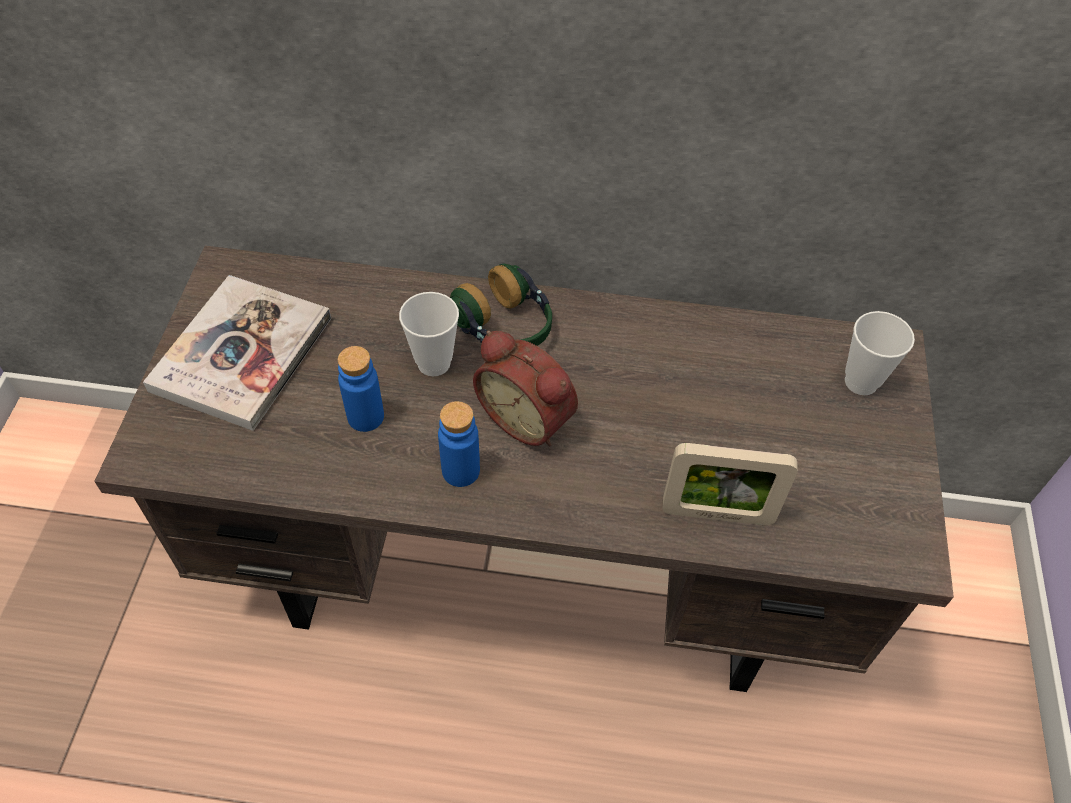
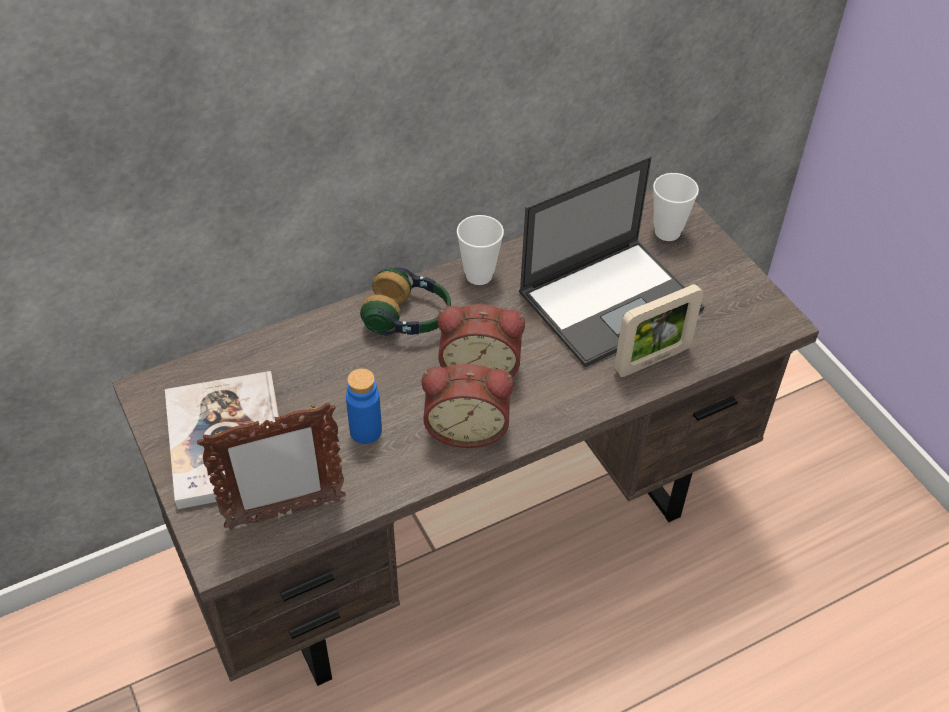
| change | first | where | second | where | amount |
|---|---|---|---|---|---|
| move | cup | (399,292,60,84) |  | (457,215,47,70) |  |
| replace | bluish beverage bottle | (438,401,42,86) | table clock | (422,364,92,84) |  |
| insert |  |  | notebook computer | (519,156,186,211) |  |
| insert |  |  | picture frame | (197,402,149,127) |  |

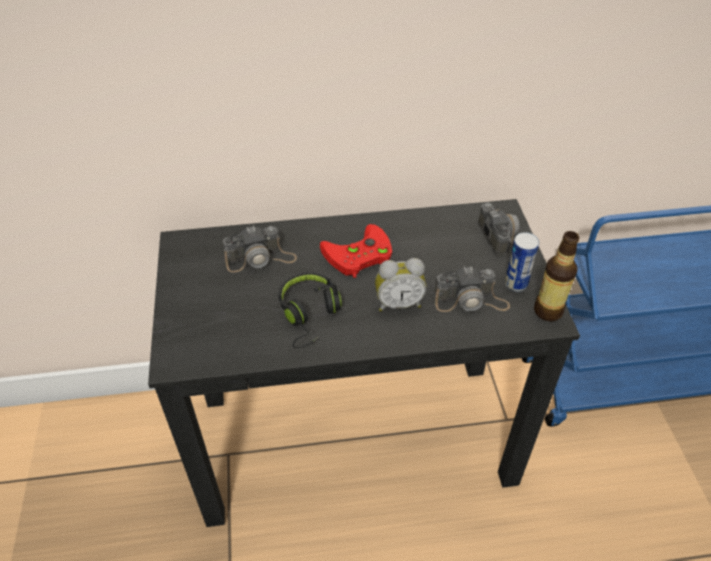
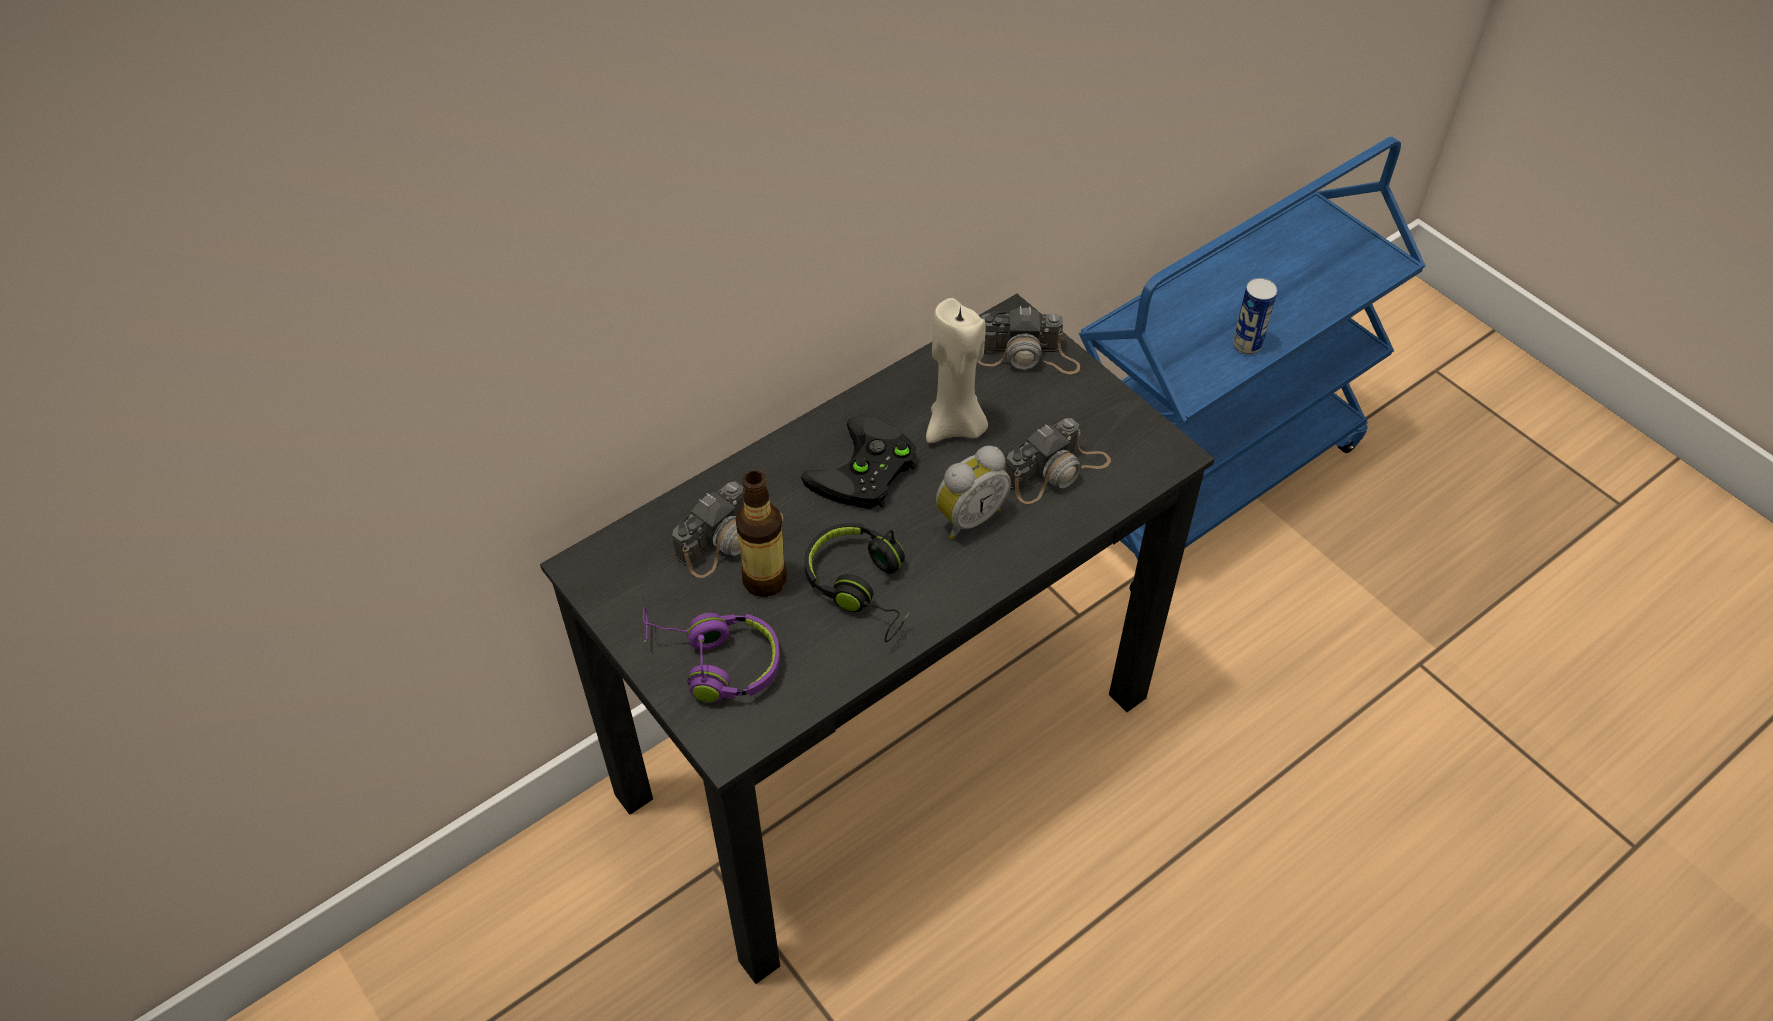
| change | first | where | second | where | amount |
|---|---|---|---|---|---|
| rotate | still camera | (478,202,42,54) |  | (978,306,102,68) | 135 degrees clockwise |
| recolor | red-coloured gamepad | (320,224,72,54) | blackish gamepad | (801,416,116,93) |  |
| move | beverage bottle | (534,231,45,90) |  | (735,471,52,126) |  |
| move | metal can | (505,232,34,60) |  | (1233,278,45,77) |  |
| insert |  |  | sand-coloured candle | (926,298,62,145) |  |
| insert |  |  | purple pair of headphones | (643,607,137,96) |  |

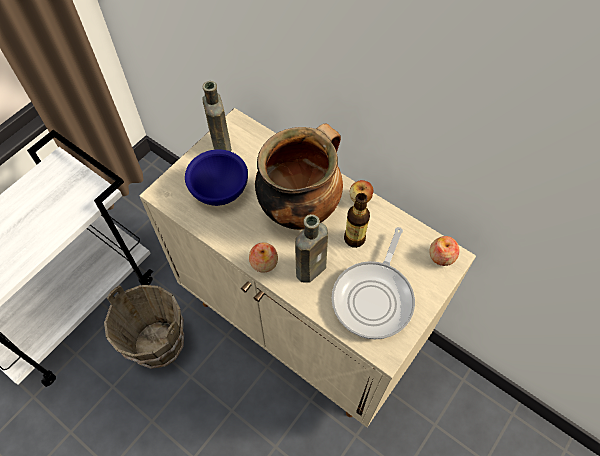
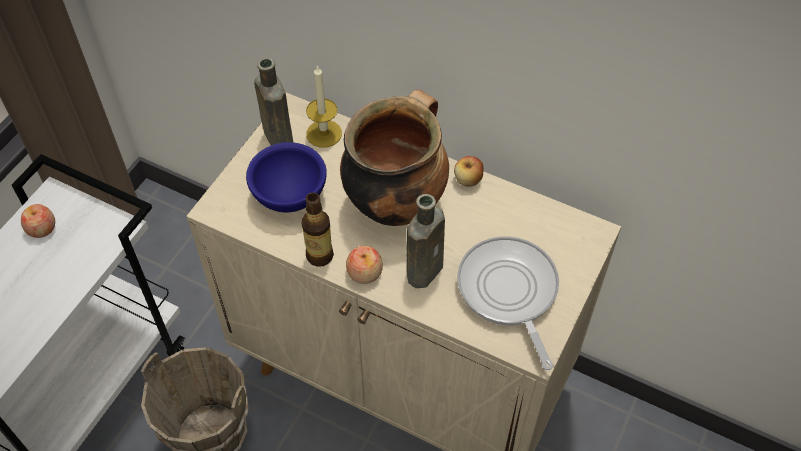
| change | first | where | second | where | amount |
|---|---|---|---|---|---|
| move | beverage bottle | (344,193,26,55) |  | (302,192,32,75) |  |
| rotate | skillet | (332,227,83,112) |  | (457,236,102,134) | 150 degrees clockwise |
| move | whole apple | (429,236,30,30) |  | (21,204,34,34) |  |
| insert |  |  | candle | (306,65,36,83) |  |

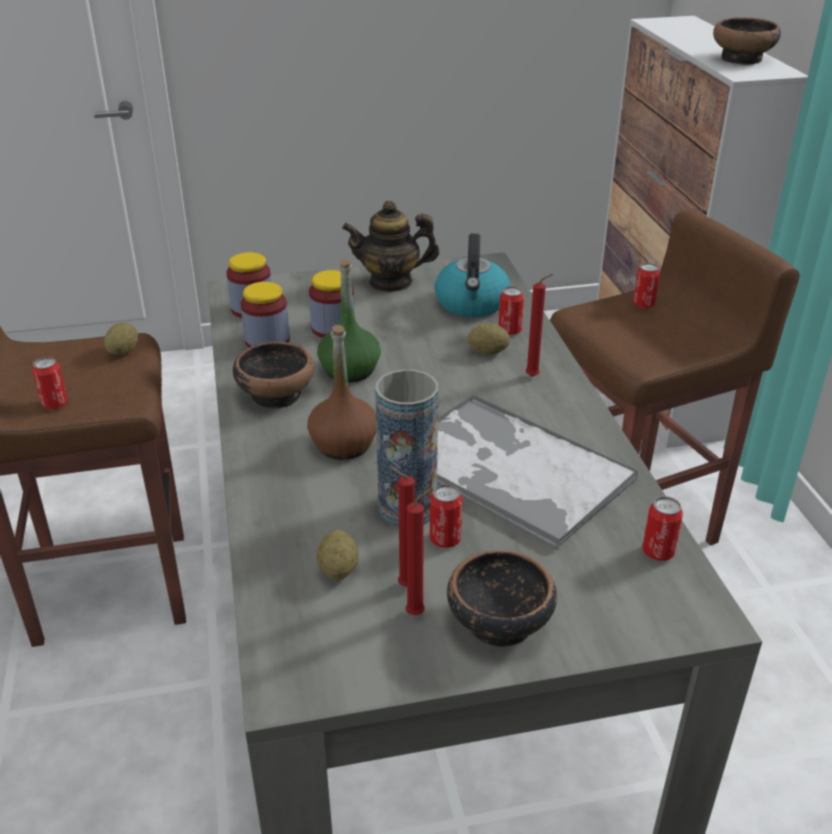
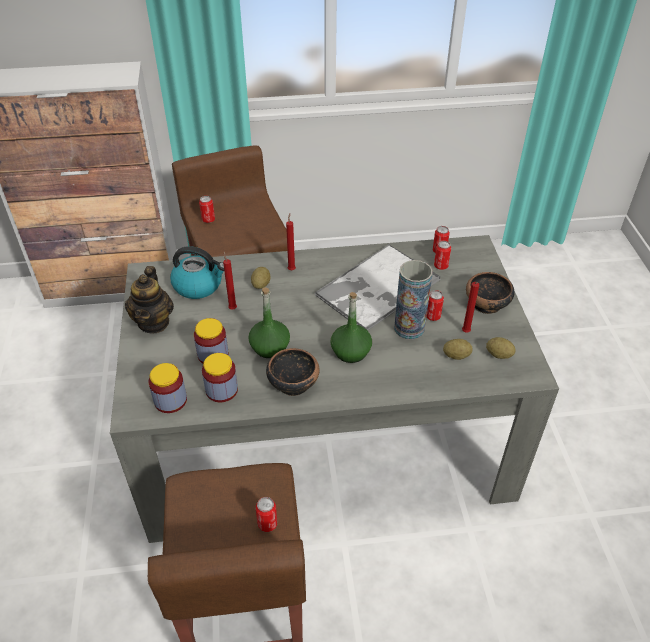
| change | first | where | second | where | amount |
|---|---|---|---|---|---|
| delete | serving bowl | (713,17,68,48) |  |  |  |
| move | metal can | (498,286,26,49) |  | (434,241,17,29) |  |
| move | whole potato | (104,322,34,33) |  | (486,337,30,22) |  |
| recolor | brownish beverage bottle | (307,325,69,135) | green beverage bottle | (330,292,42,71) |  |
| move | red-coloured candle | (406,489,25,126) |  | (223,252,14,58) |  |

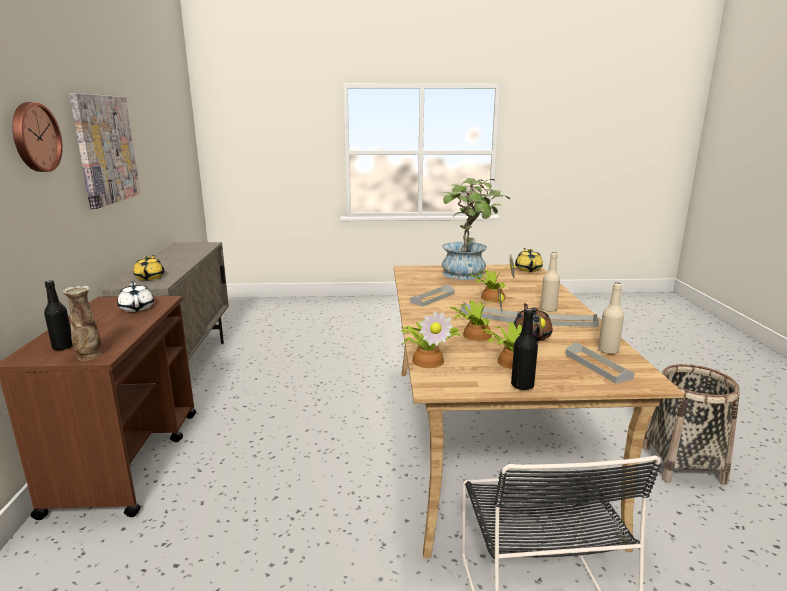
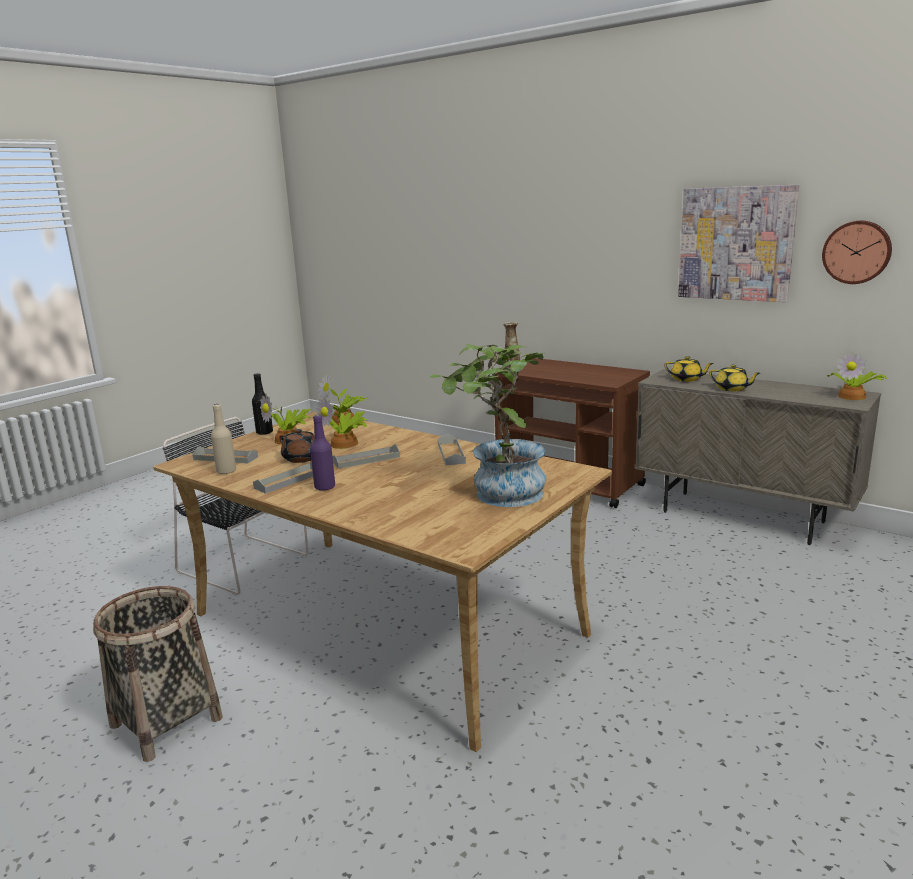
| change | first | where | second | where | amount |
|---|---|---|---|---|---|
| move | hanging clock | (12,102,51,70) |  | (822,221,70,63) |  |
| move | yellow tea pot | (515,248,28,24) |  | (709,364,51,27) |  |
| recolor | sand-coloured beverage bottle | (540,252,20,60) | purple beverage bottle | (310,415,25,76) |  |
| move | potted plant | (470,257,46,45) |  | (827,352,60,48) |  |
| delete | blackish beverage bottle | (44,280,29,71) |  |  |  |
| delete | whitish tea pot | (117,281,37,31) |  |  |  |

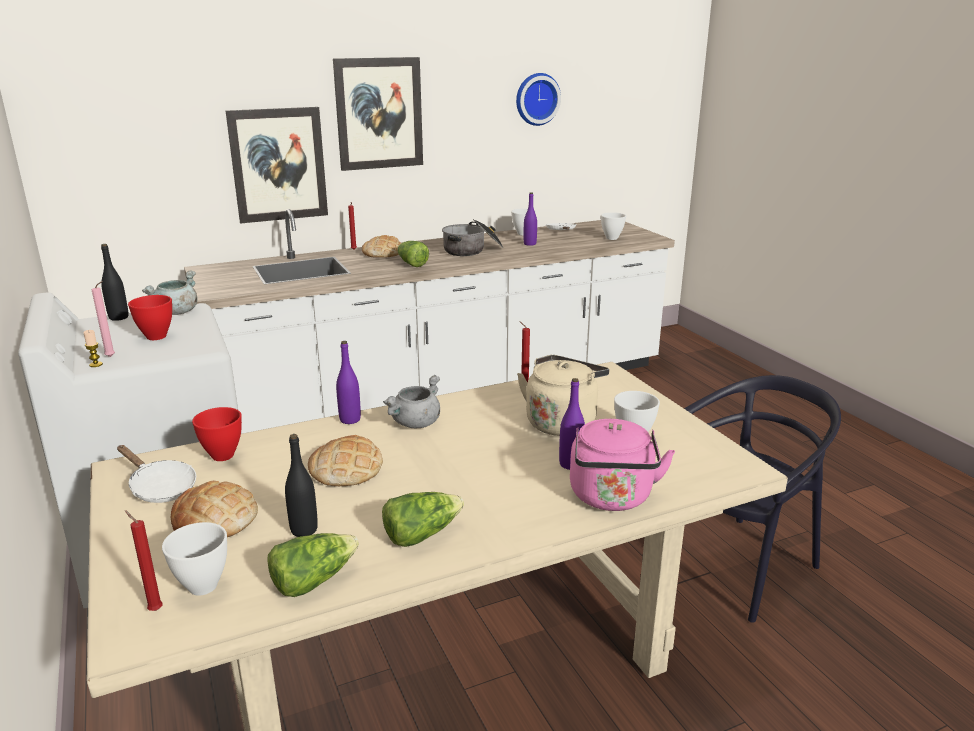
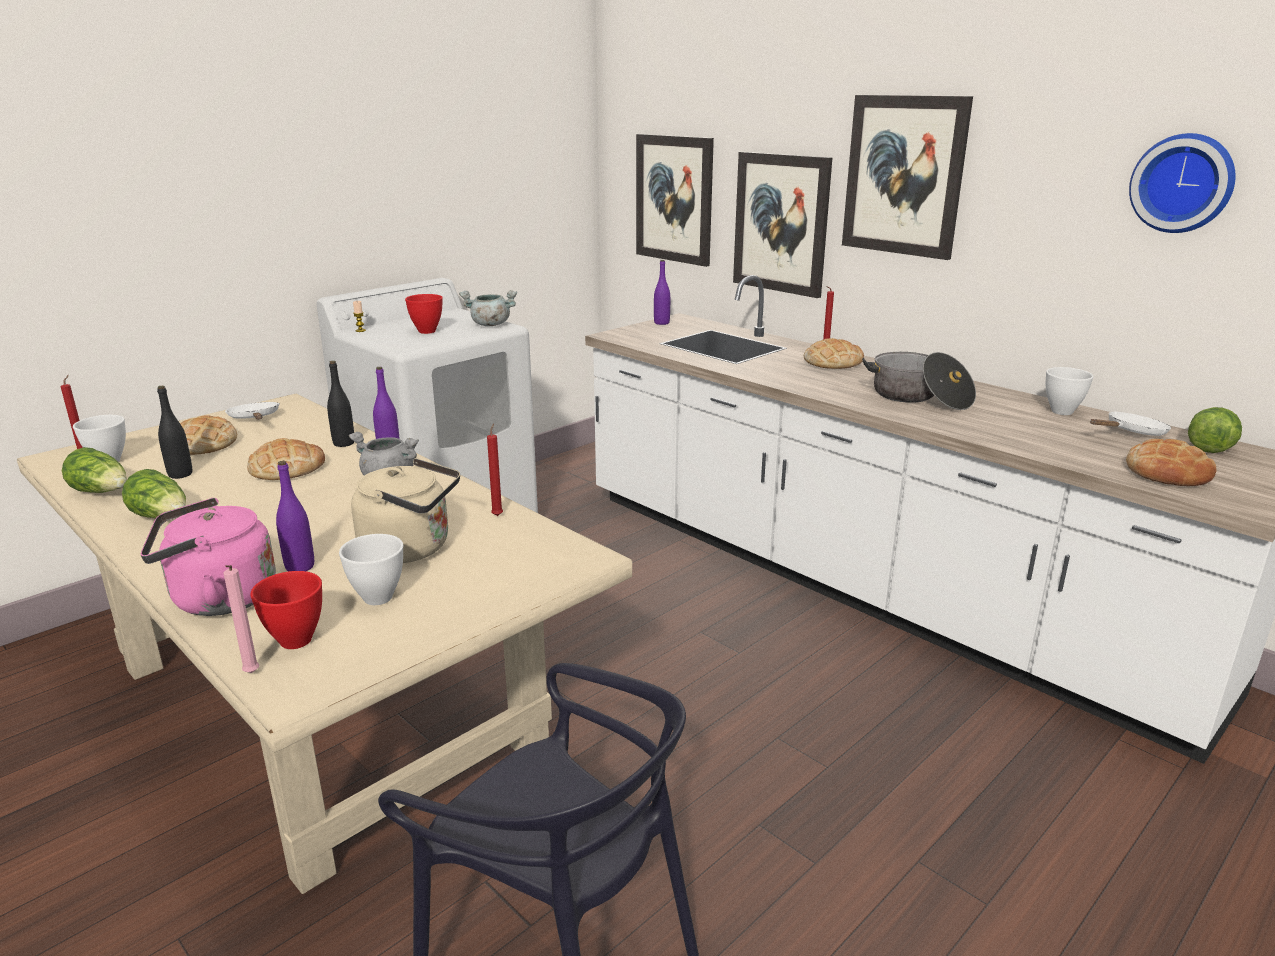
| change | first | where | second | where | amount |
|---|---|---|---|---|---|
| move | purple beverage bottle | (524,192,13,54) |  | (654,260,16,65) |  |
| replace | whitish serving bowl | (601,212,25,28) | bakery bread | (1126,439,91,47) |  |
| move | lettuce | (398,241,31,26) |  | (1188,407,54,46) |  |
| move | blackish beverage bottle | (101,244,28,77) |  | (327,361,27,86) |  |
| move | pinkish candle | (91,281,24,76) |  | (224,565,35,108) |  |
| move | red-coloured serving bowl | (192,407,50,54) |  | (250,571,72,78) |  |
| rotate | whitish skillet | (117,445,79,58) |  | (225,402,55,18) | 135 degrees clockwise |
| insert |  |  | picture | (636,134,78,133) |  |

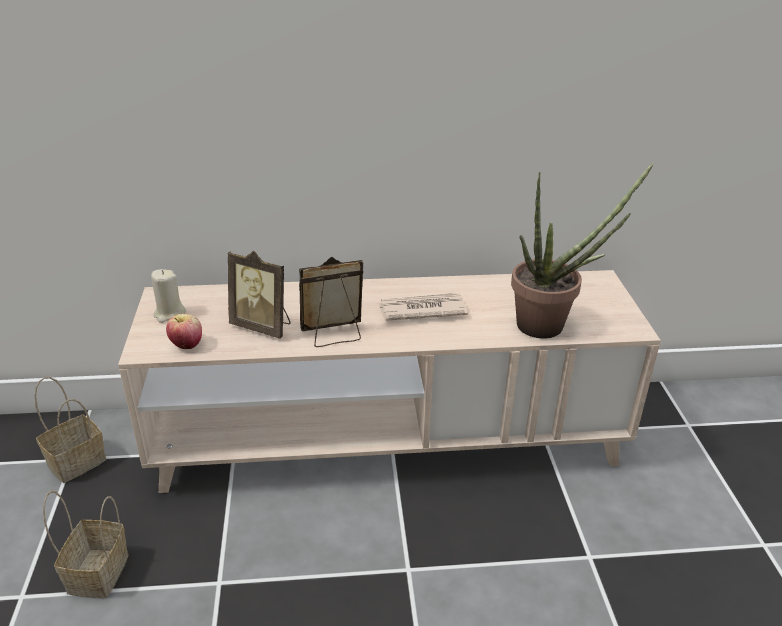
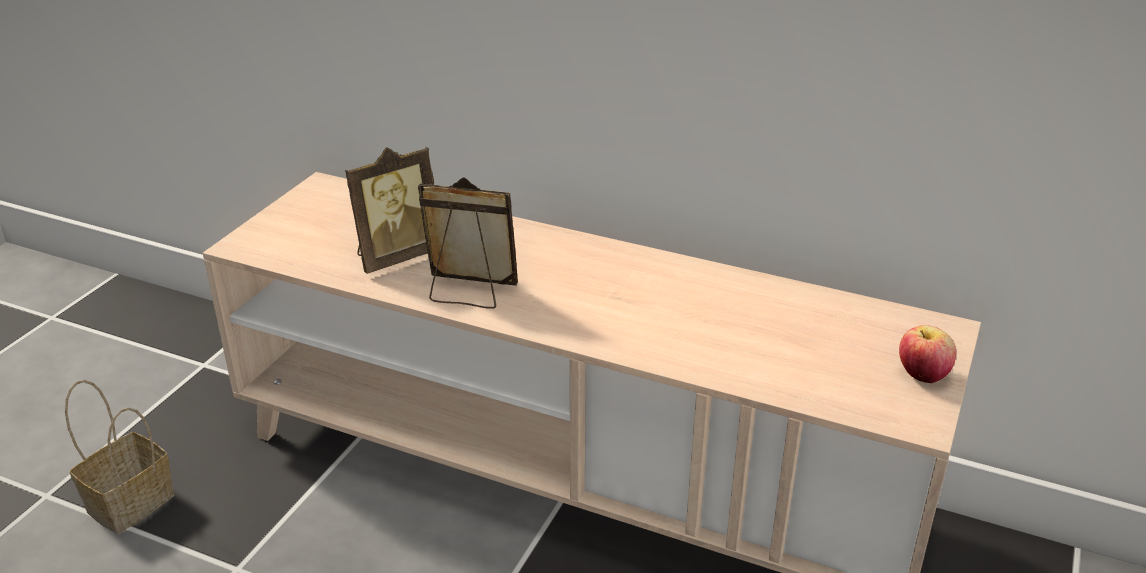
| change | first | where | second | where | amount |
|---|---|---|---|---|---|
| delete | potted plant | (511,162,144,177) |  |  |  |
| rotate | picture frame | (228,251,63,87) |  | (345,147,89,127) | 90 degrees counterclockwise |
| delete | sand-coloured candle | (151,269,35,54) |  |  |  |
| delete | newspaper | (378,293,90,28) |  |  |  |
| move | whole apple | (166,313,36,36) |  | (899,325,57,58) |  |
| delete | household basket | (34,377,72,106) |  |  |  |

